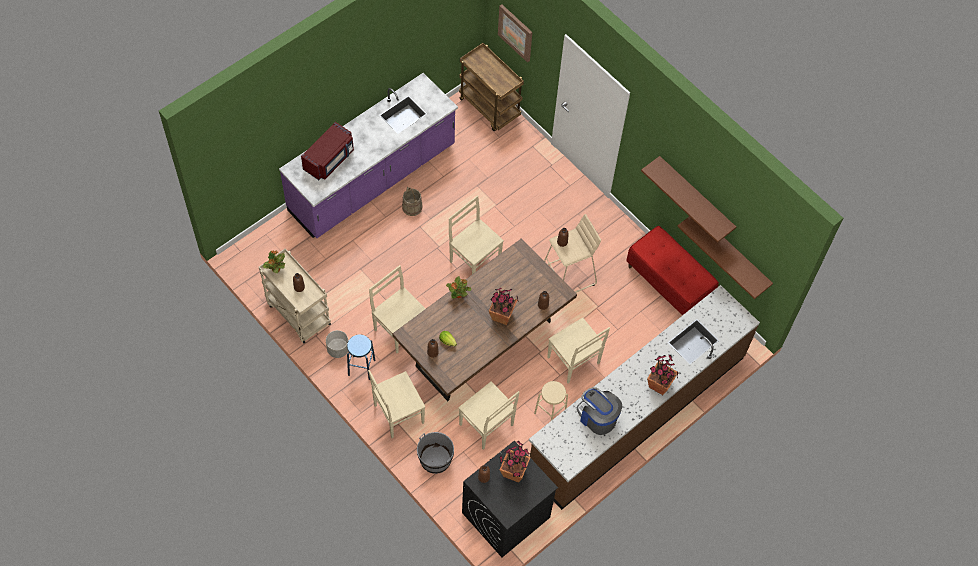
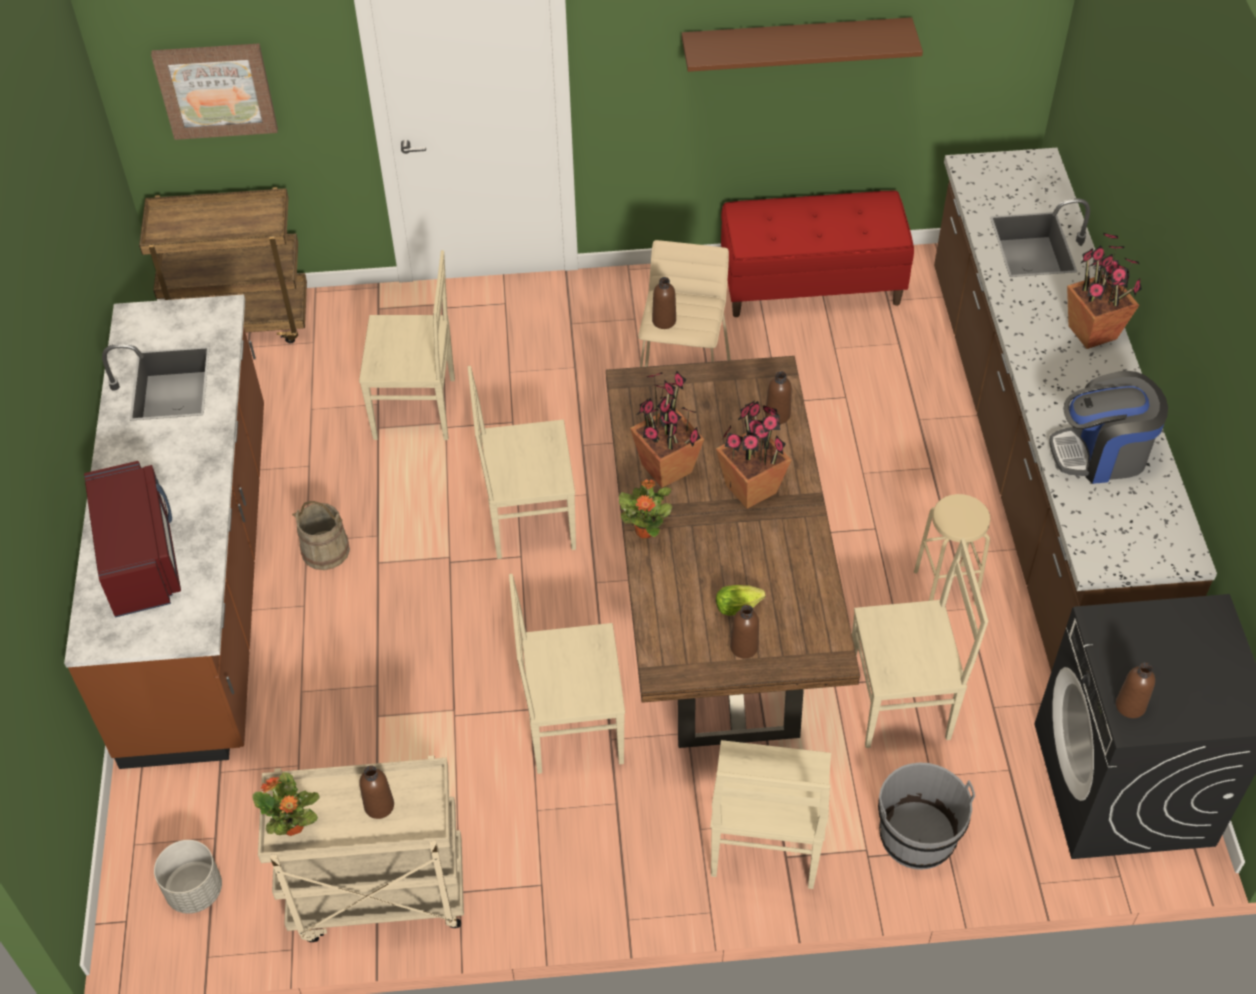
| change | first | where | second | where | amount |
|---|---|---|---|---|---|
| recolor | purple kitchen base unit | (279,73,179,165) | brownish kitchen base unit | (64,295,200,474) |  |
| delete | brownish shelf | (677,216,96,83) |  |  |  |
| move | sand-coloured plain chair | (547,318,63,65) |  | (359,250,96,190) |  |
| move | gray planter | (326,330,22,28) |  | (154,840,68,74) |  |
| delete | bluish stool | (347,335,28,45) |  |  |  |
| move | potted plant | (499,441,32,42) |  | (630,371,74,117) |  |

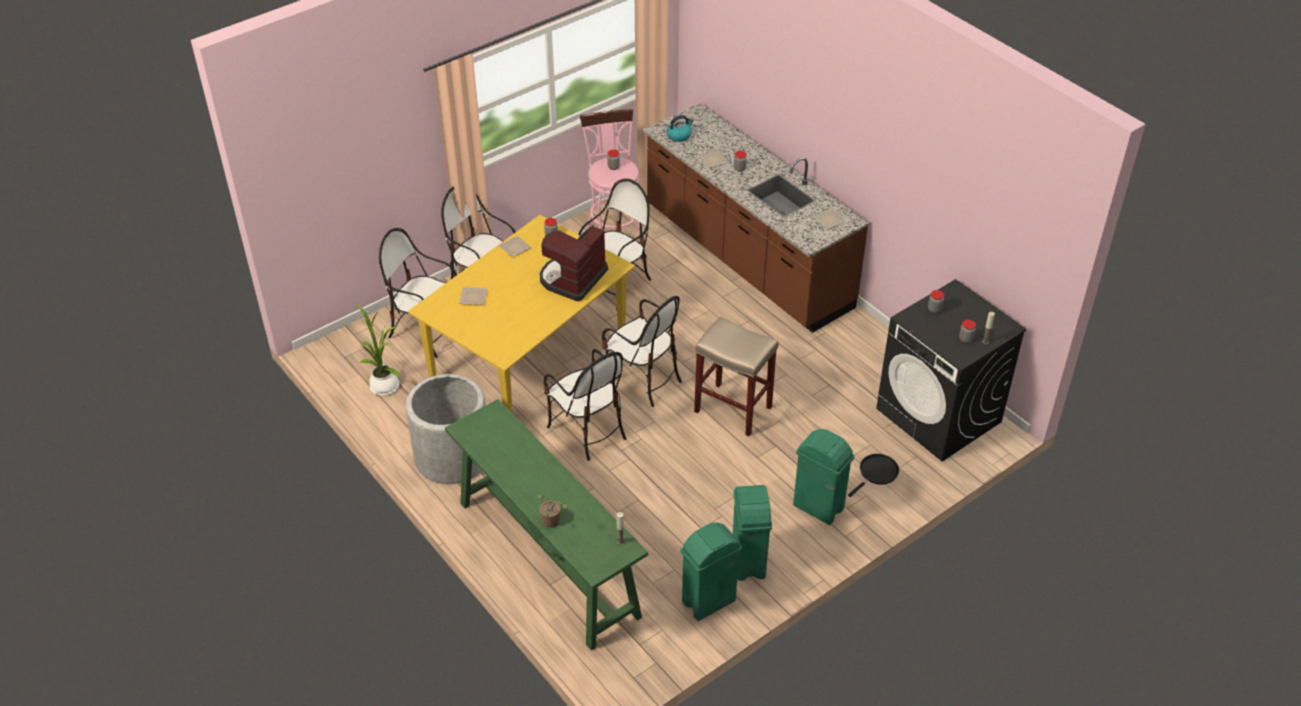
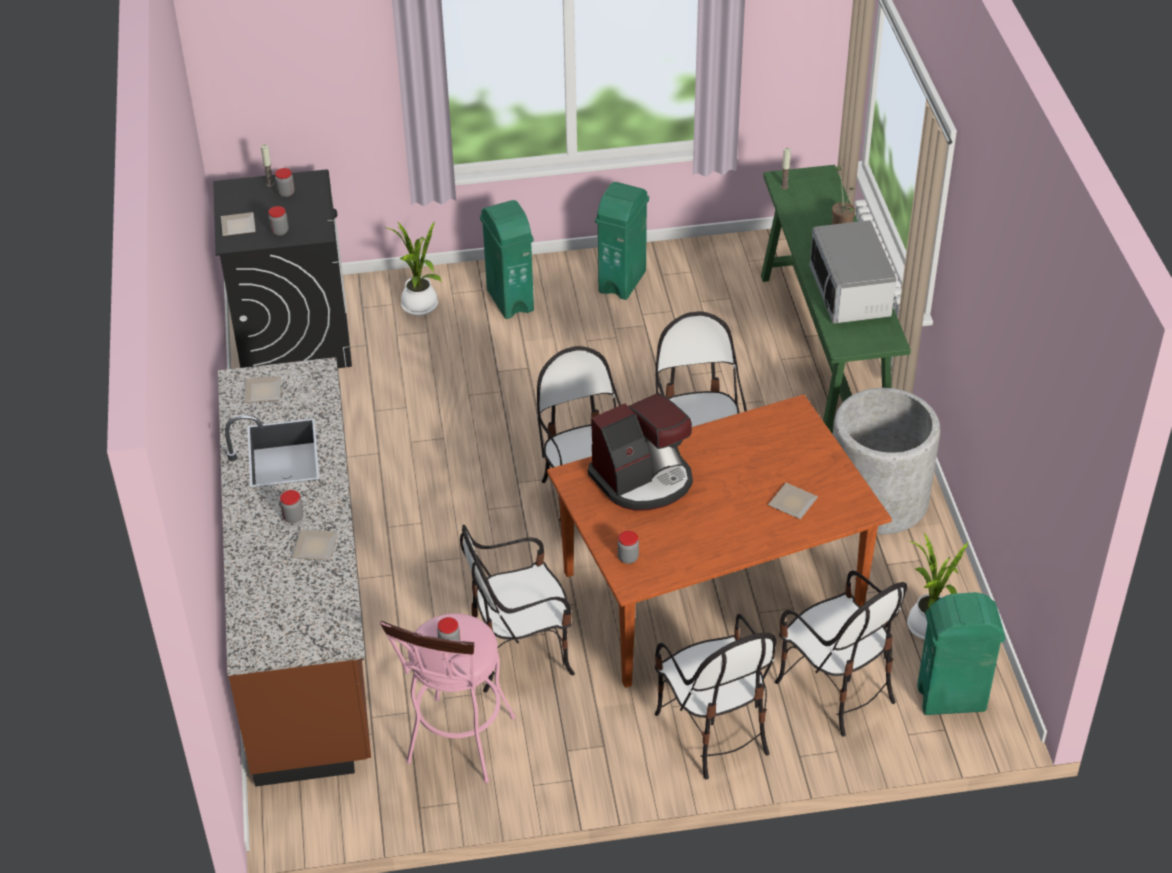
| change | first | where | second | where | amount |
|---|---|---|---|---|---|
| delete | tea kettle | (667,115,27,27) |  |  |  |
| recolor | yellow dining table | (408,215,227,199) | brownish dining table | (547,394,345,294) |  |
| move | flat dish | (498,236,33,21) |  | (221,212,35,24) |  |
| delete | sand-coloured stool | (694,317,84,119) |  |  |  |
| replace | blackish skillet | (848,454,51,43) | potted plant | (387,221,55,95) |  |
| move | green rubbish bin | (681,522,61,99) |  | (917,592,89,123) |  |
| insert |  |  | kitchen microwave | (810,220,86,104) |  |

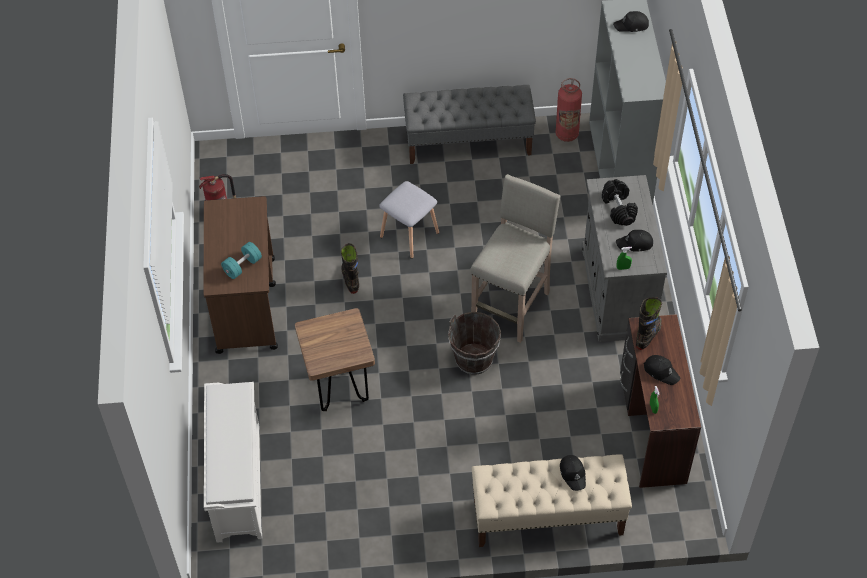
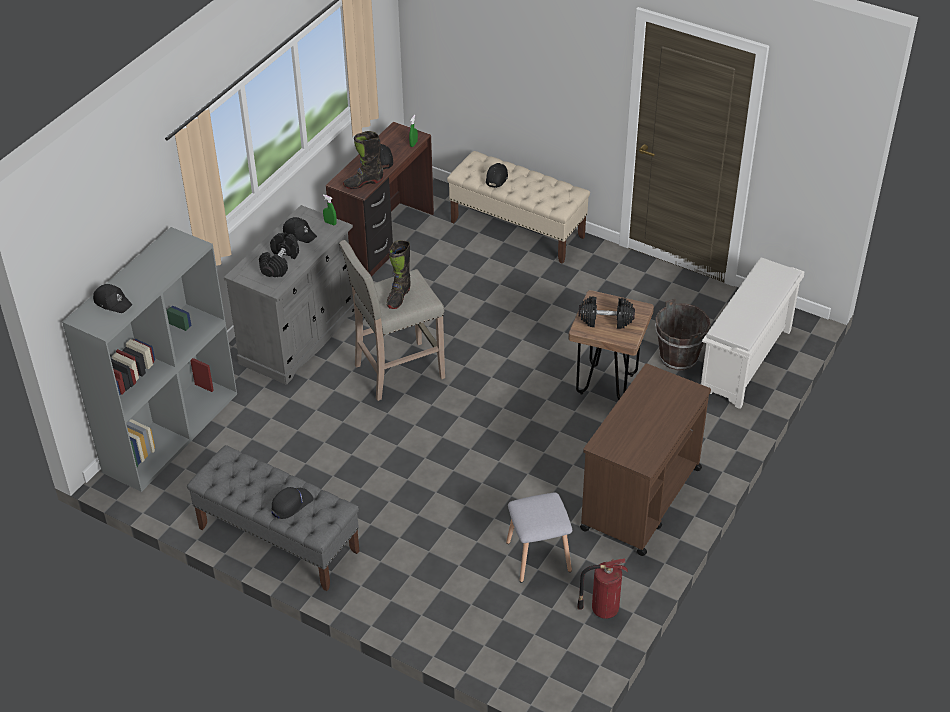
| change | first | where | second | where | amount |
|---|---|---|---|---|---|
| delete | fire extinguisher | (556,78,26,64) |  |  |  |
| move | gray stool | (379,181,60,78) |  | (506,492,66,90) |  |
| delete | turquoise free weight | (221,242,41,37) |  |  |  |
| move | blackish tall boot | (341,243,18,51) |  | (387,240,24,69) |  |
| move | brownish bucket | (448,312,53,63) |  | (655,299,55,71) |  |
| insert |  |  | blackish free weight | (578,296,57,33) |  |
| insert |  |  | blackish peaked cap | (272,487,42,32) |  |

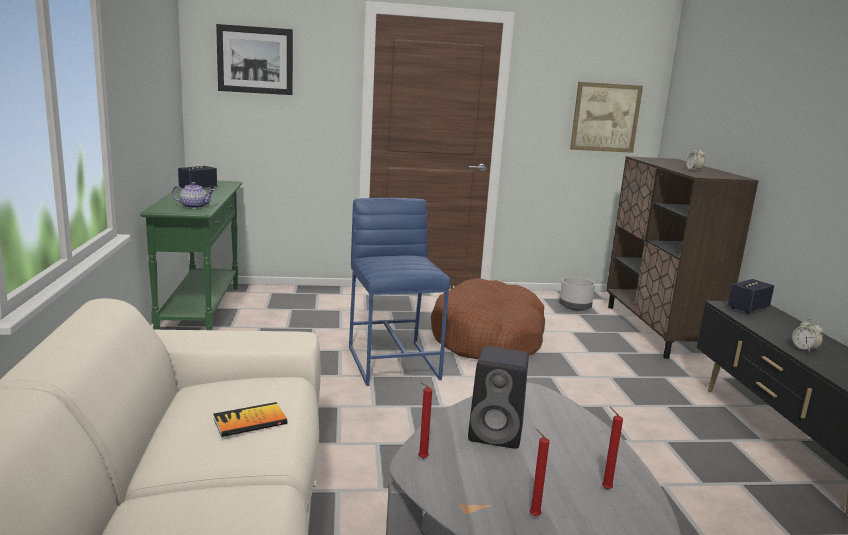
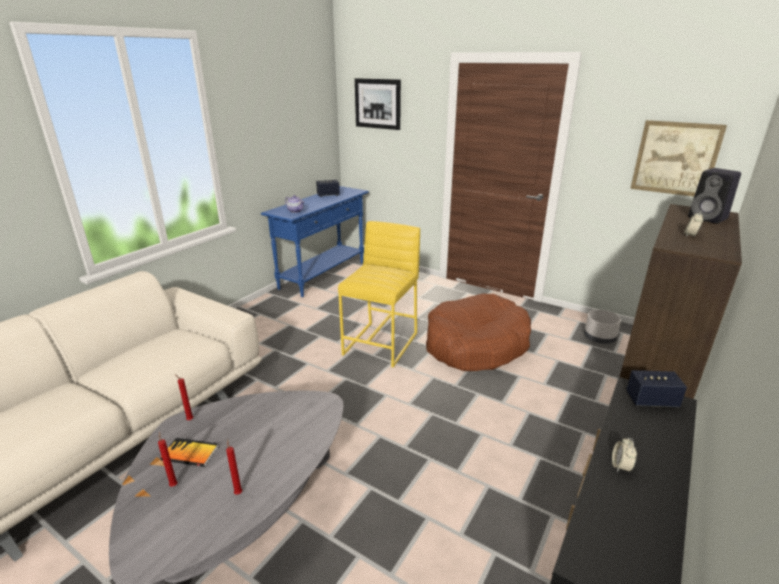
| change | first | where | second | where | amount |
|---|---|---|---|---|---|
| recolor | green narrow table | (140,181,102,149) | bluish narrow table | (261,186,108,111) |  |
| recolor | bluish stool | (349,198,101,188) | yellow stool | (338,221,82,147) |  |
| move | blackish audio speaker | (468,346,61,103) |  | (688,168,53,56) |  |
| move | bound book | (213,402,74,35) |  | (160,438,58,29) |  |

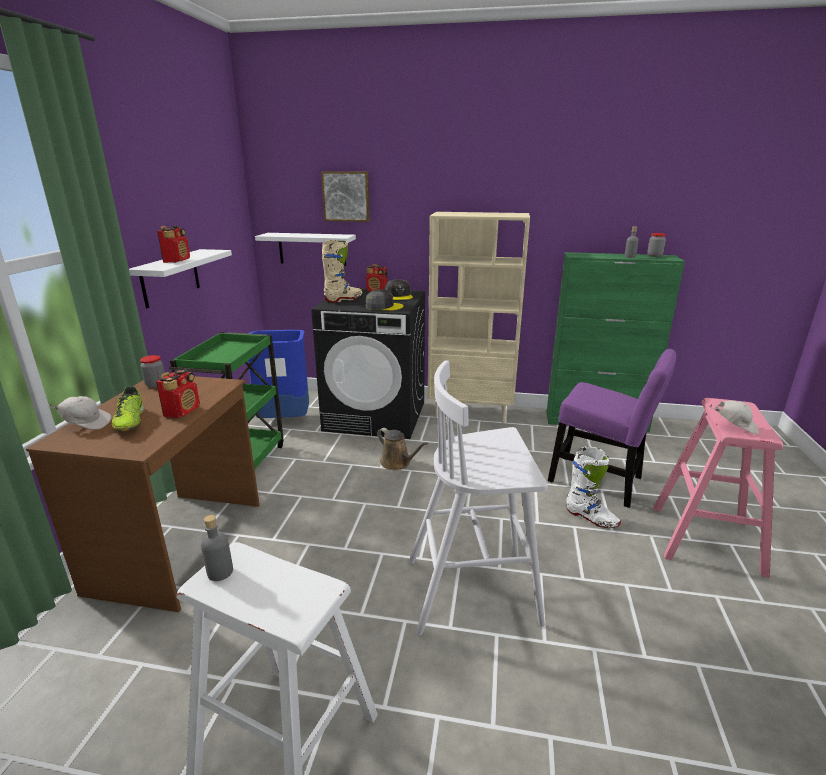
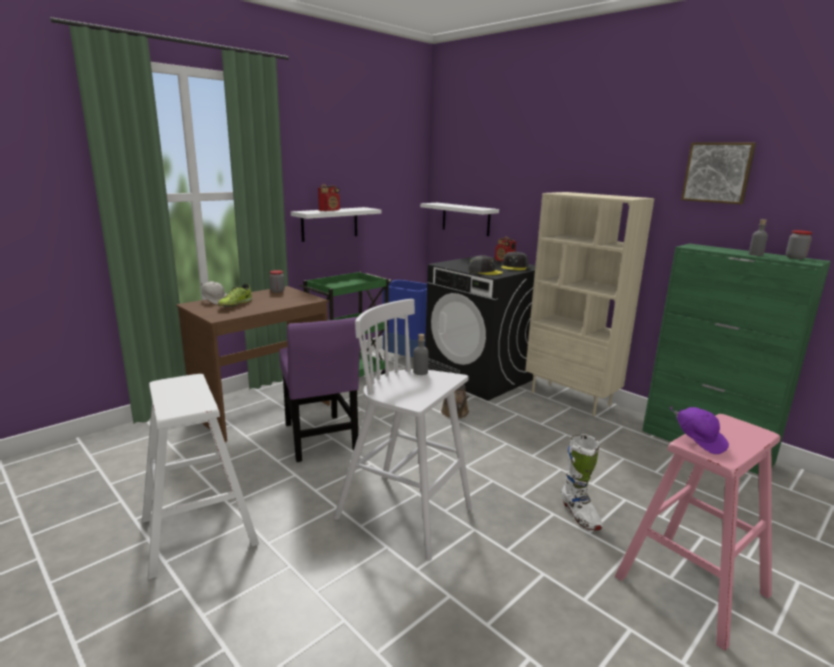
| change | first | where | second | where | amount |
|---|---|---|---|---|---|
| move | picture | (321,171,49,51) |  | (681,142,75,62) |  |
| delete | sand-coloured tall boot | (322,240,41,63) |  |  |  |
| move | purple plain chair | (548,349,128,159) |  | (279,317,81,145) |  |
| delete | radio | (156,369,44,49) |  |  |  |
| recolor | whitish peaked cap | (709,401,50,34) | purple peaked cap | (670,406,59,48) |  |
| move | gray beverage bottle | (201,515,32,66) |  | (413,334,16,41) |  |

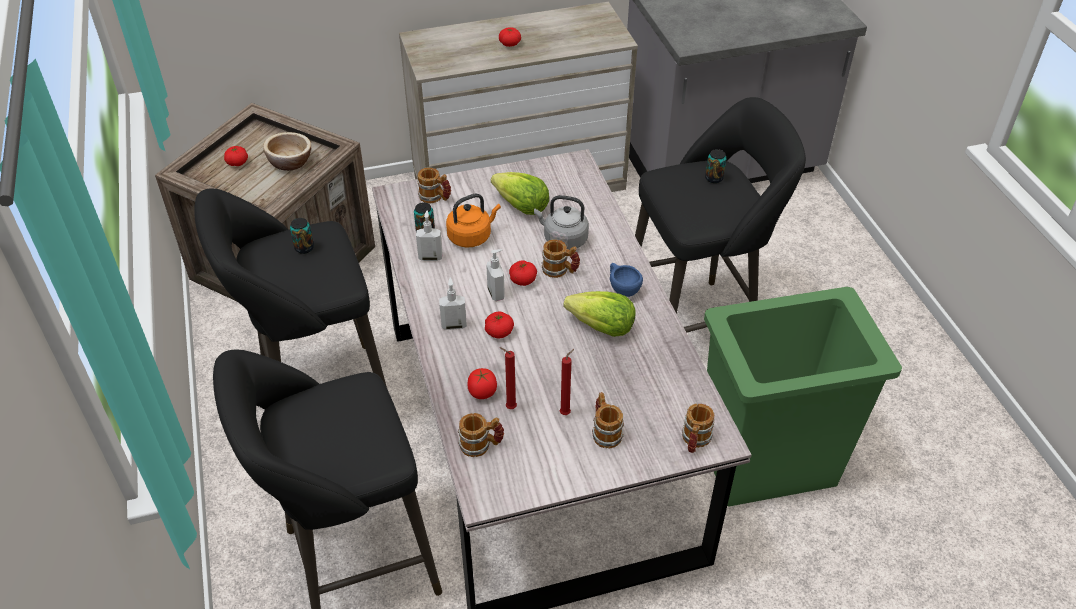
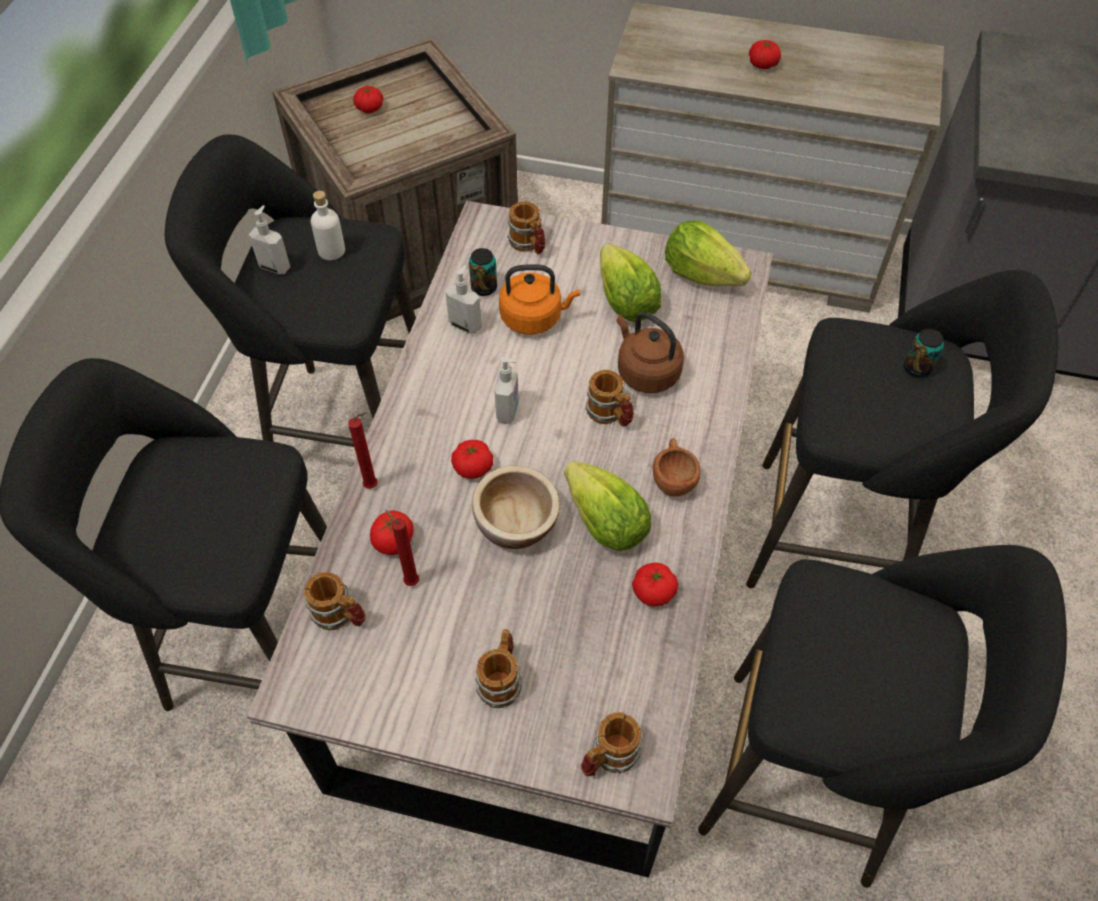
| change | first | where | second | where | amount |
|---|---|---|---|---|---|
| move | serving bowl | (263,132,48,39) |  | (472,465,88,84) |  |
| recolor | gray tea kettle | (534,195,55,55) | brownish tea kettle | (616,312,68,81) |  |
| replace | metal can | (290,218,24,36) | whitish beverage bottle | (311,191,34,69) |  |
| move | tomato | (509,260,28,26) |  | (632,563,46,43) |  |
| recolor | bluish cup | (610,263,33,34) | brownish cup | (653,438,47,59) |  |
| move | soap dispenser | (439,277,28,53) |  | (249,205,41,69) |  |
| replace | green rubbish bin | (704,287,198,220) | blackish stool | (698,545,369,343) |  |
| move | red-coloured candle | (560,349,14,66) |  | (348,412,30,77) |  |
| insert |  |  | lettuce | (665,220,87,66) |  |

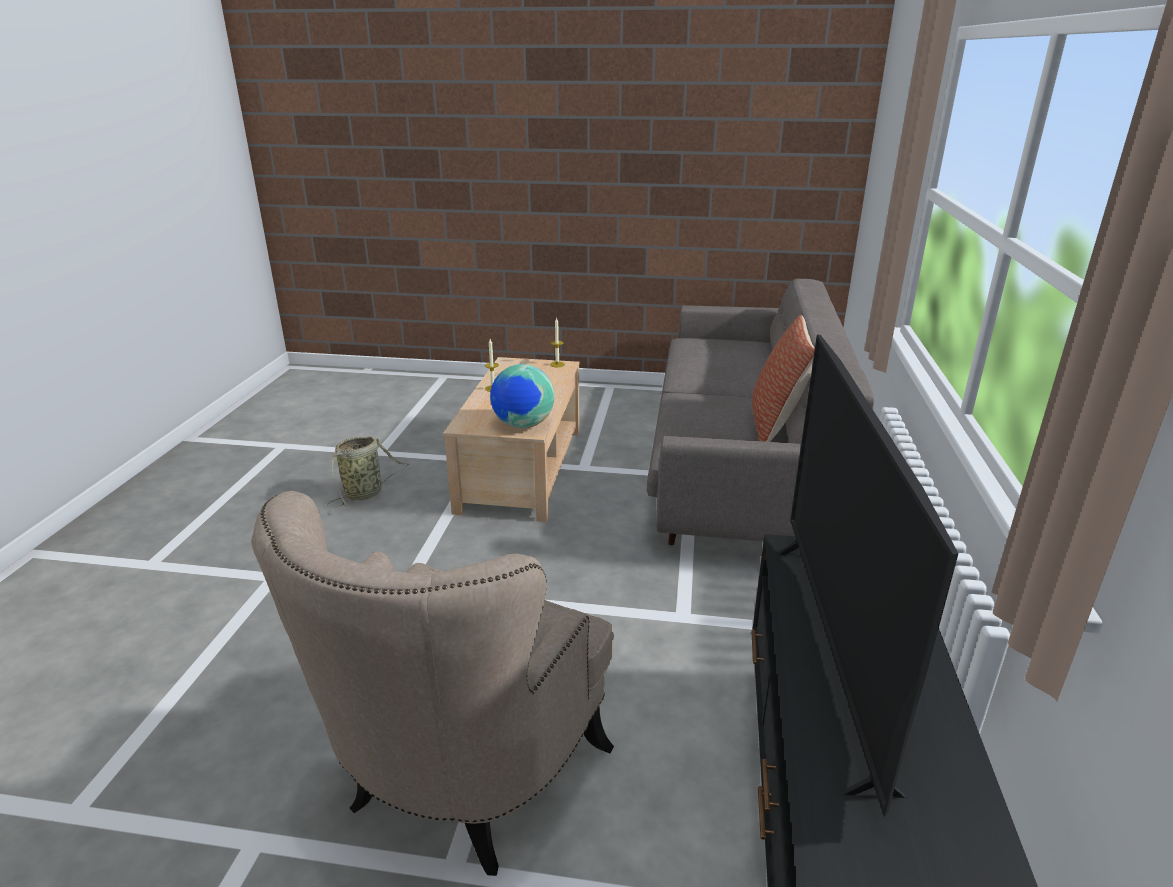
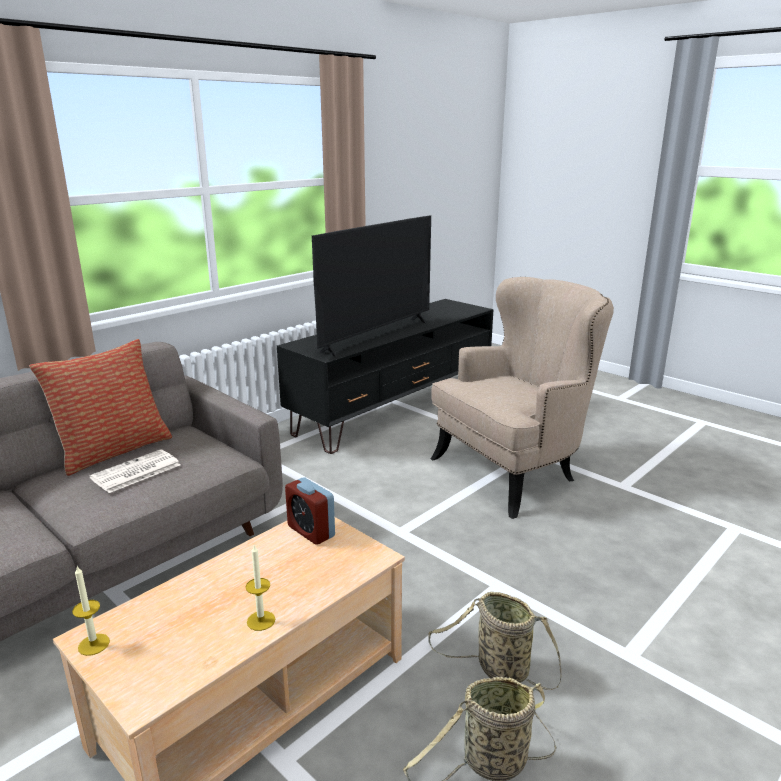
| change | first | where | second | where | amount |
|---|---|---|---|---|---|
| replace | desk globe | (490,364,65,64) | table clock | (285,478,50,67) |  |
| insert |  |  | newspaper | (89,449,91,44) |  |
| insert |  |  | household basket | (428,592,133,98) |  |

